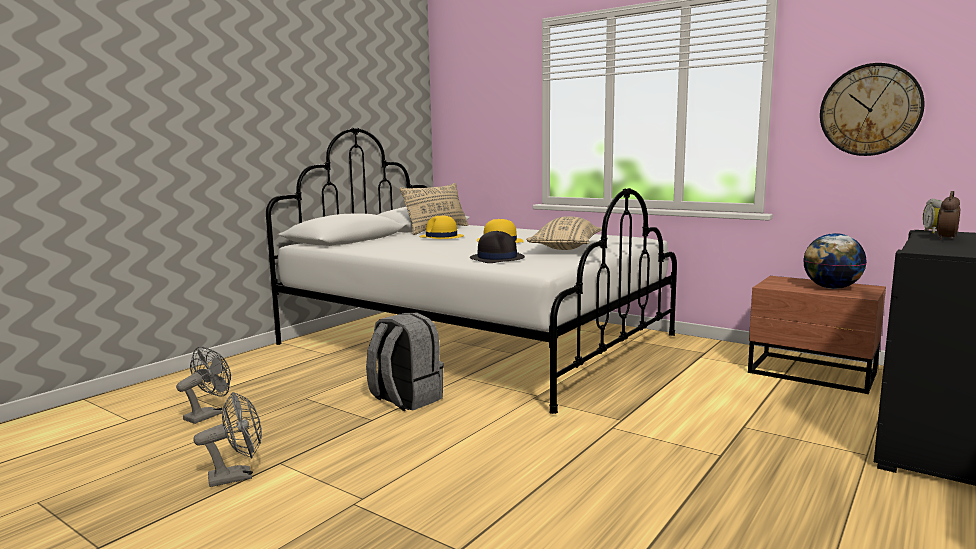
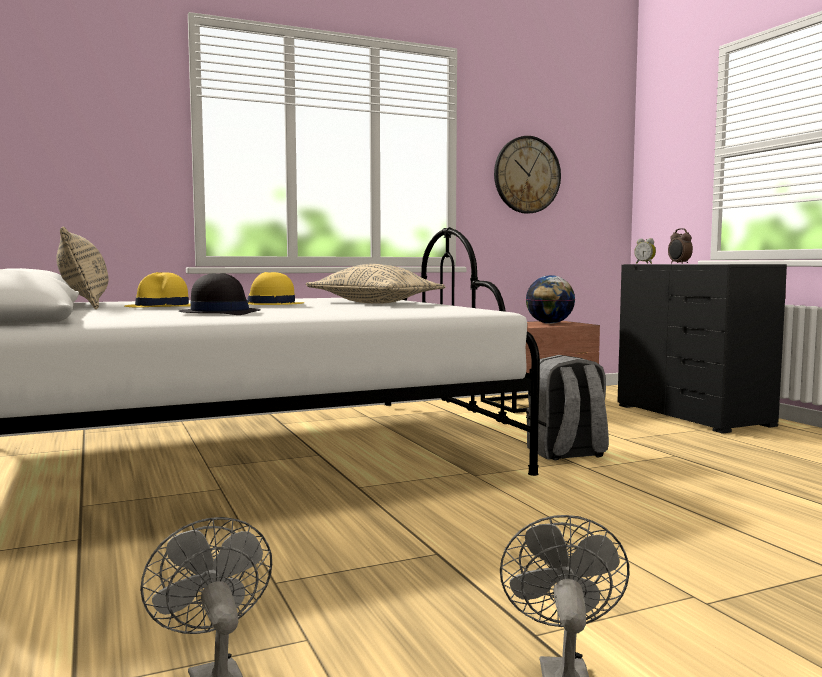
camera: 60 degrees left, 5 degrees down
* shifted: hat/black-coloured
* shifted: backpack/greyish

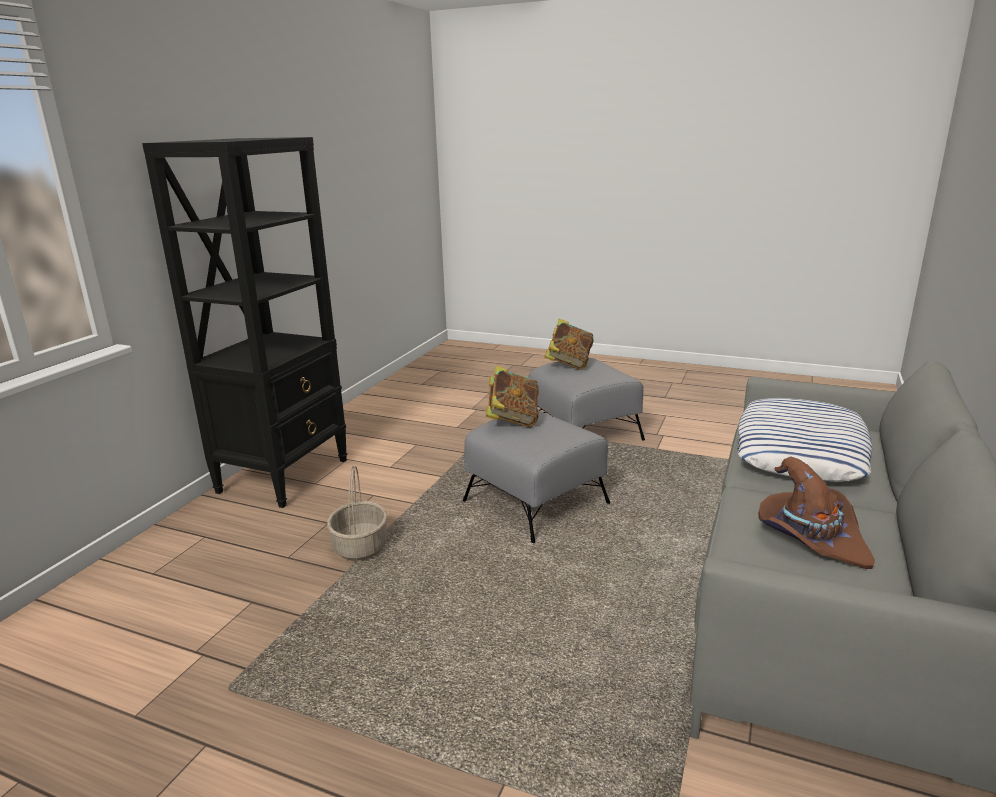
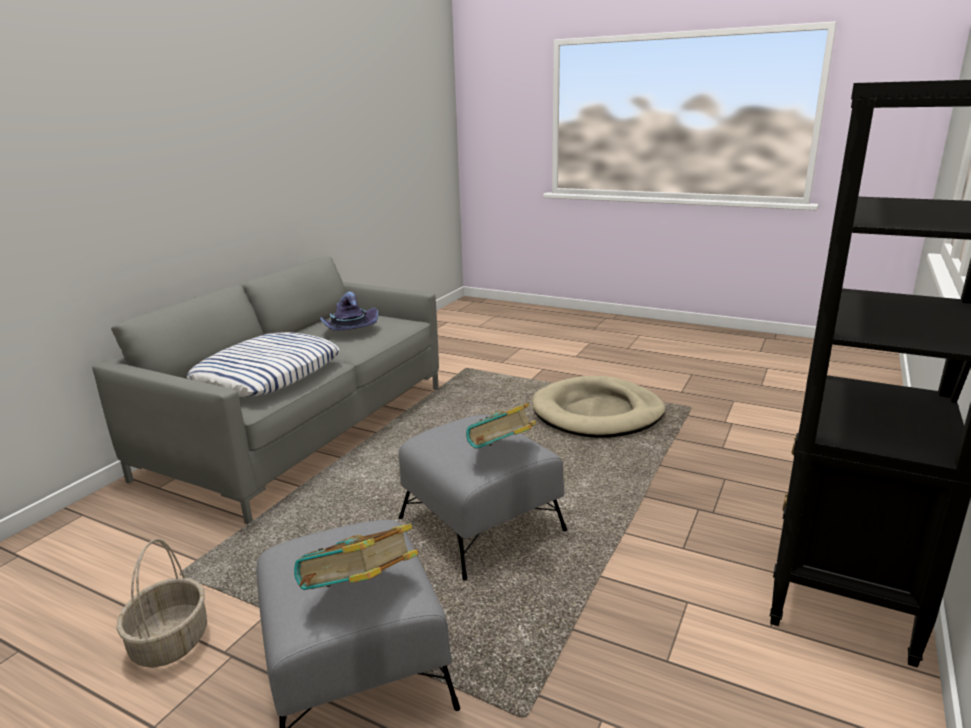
camera: 175 degrees left, 0 degrees up
* repainted: hat/brown-coloured to hat/purple
* shifted: household basket
* new: dog cushion/sand-coloured

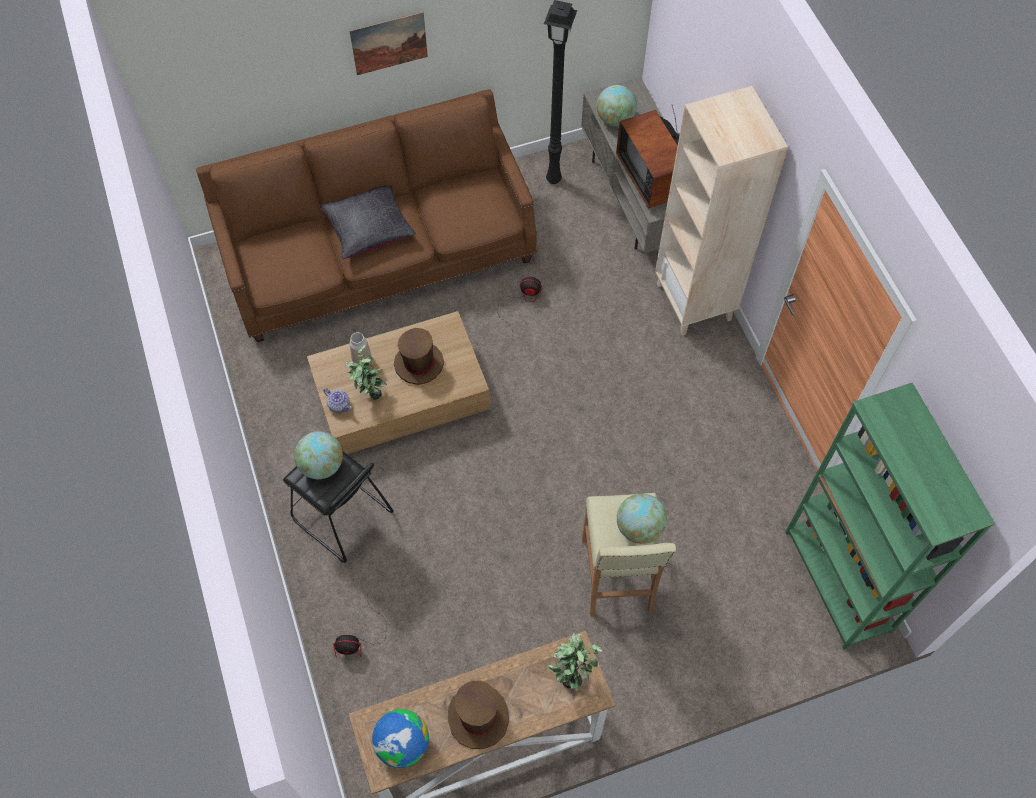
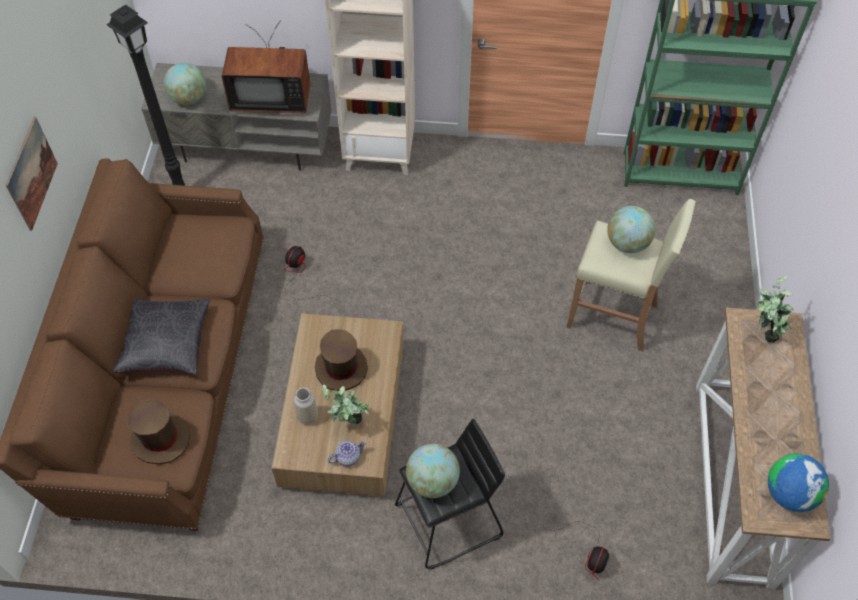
camera: 65 degrees left, 5 degrees down
* shifted: hat/brown-coloured (no. 2 from left in the first image) to hat/brown-coloured (no. 1 from left)

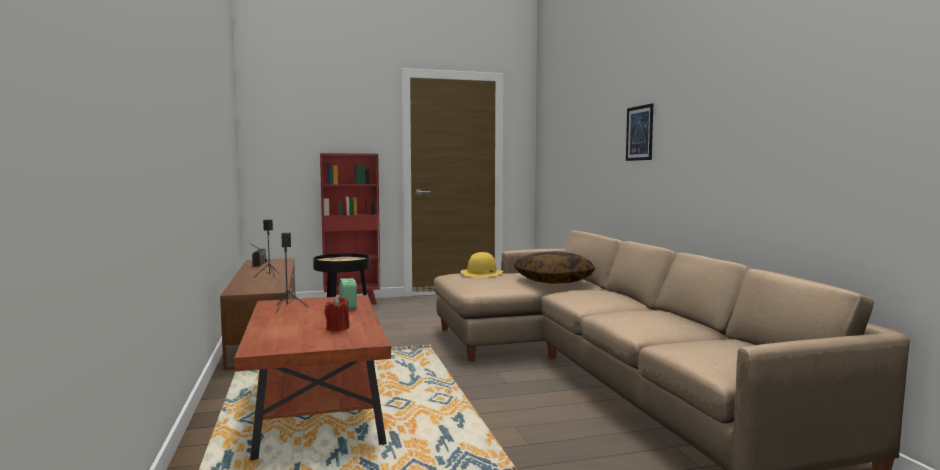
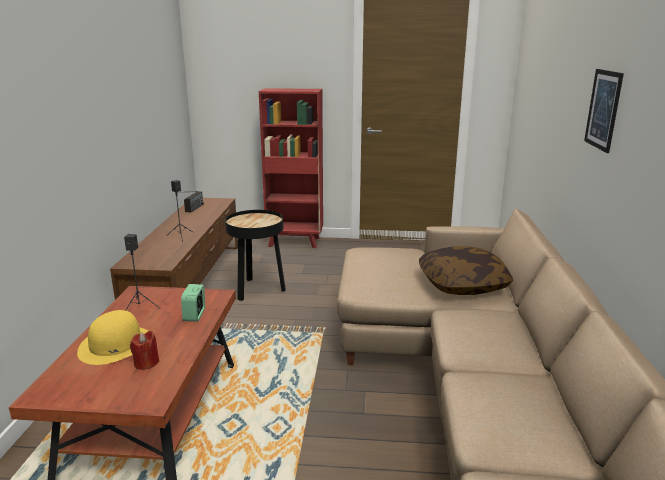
camera: 20 degrees right, 15 degrees up
* shifted: hat/yellowish

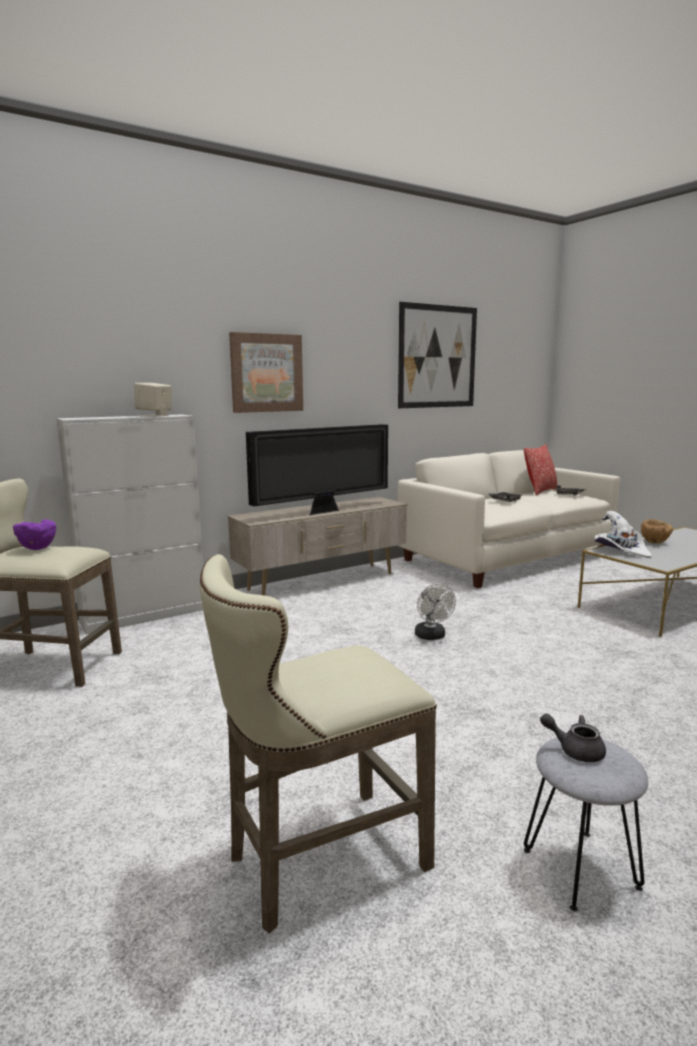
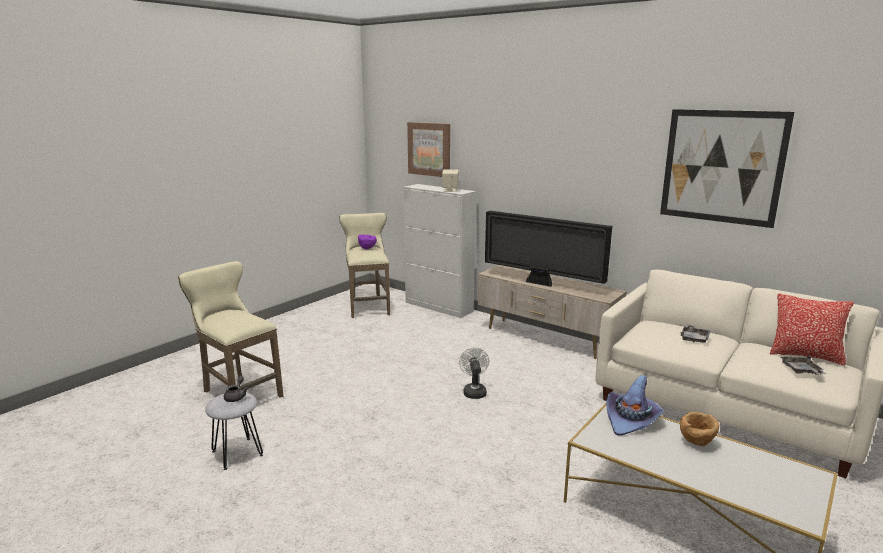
camera: 70 degrees right, 5 degrees up
* shifted: wall art (no. 1 from left)
* repainted: hat/white-coloured to hat/purple
* rotated: electric fan/white-coloured 120 degrees clockwise

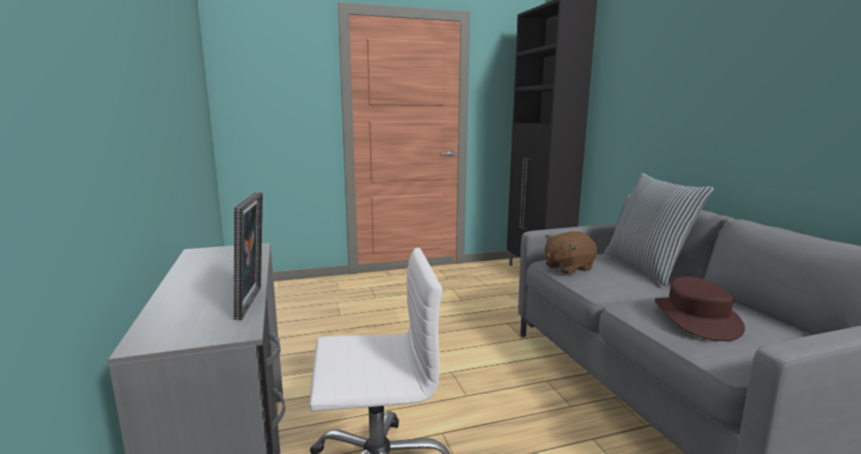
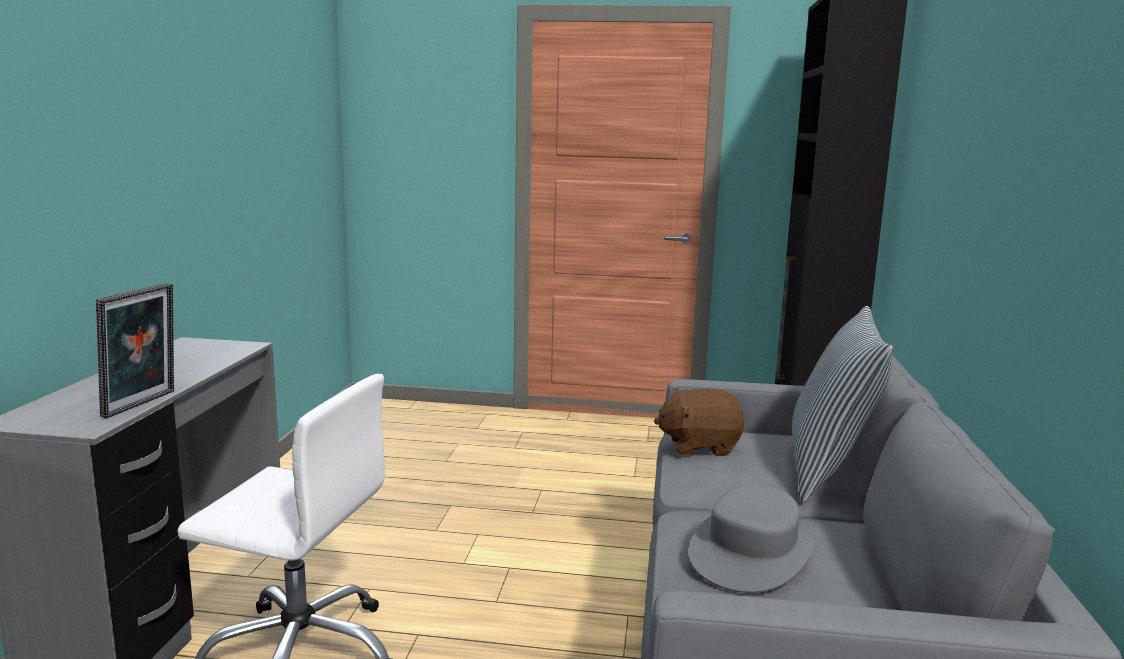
camera: 25 degrees right, 0 degrees up
* repainted: hat/brown-coloured to hat/greyish

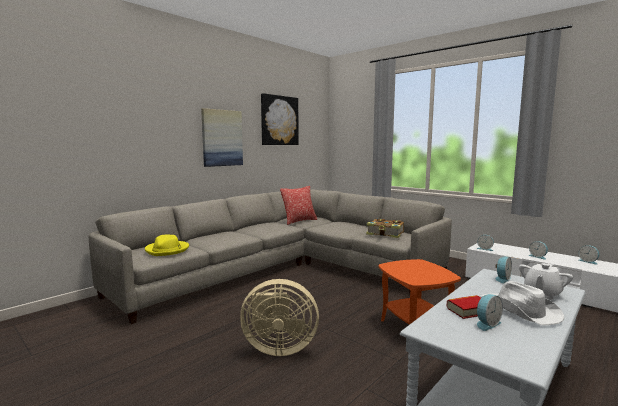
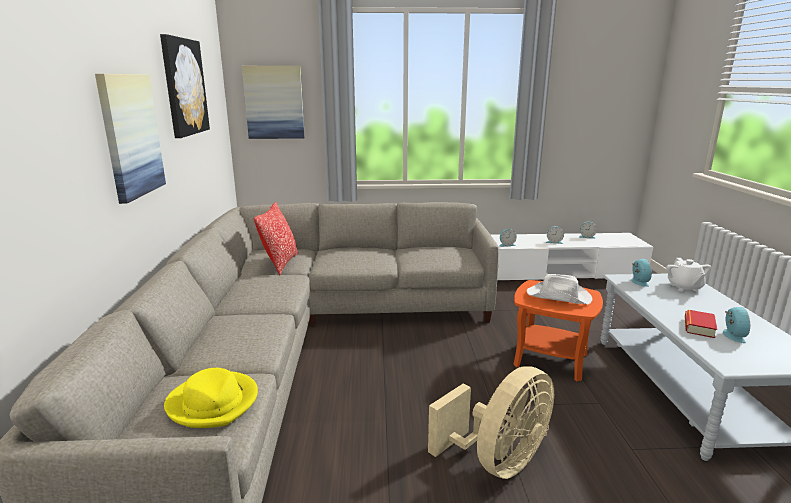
camera: 45 degrees left, 10 degrees up
* gone: bound book (no. 1 from left)
* shifted: hat/white-coloured
* new: wall art (no. 3 from left)

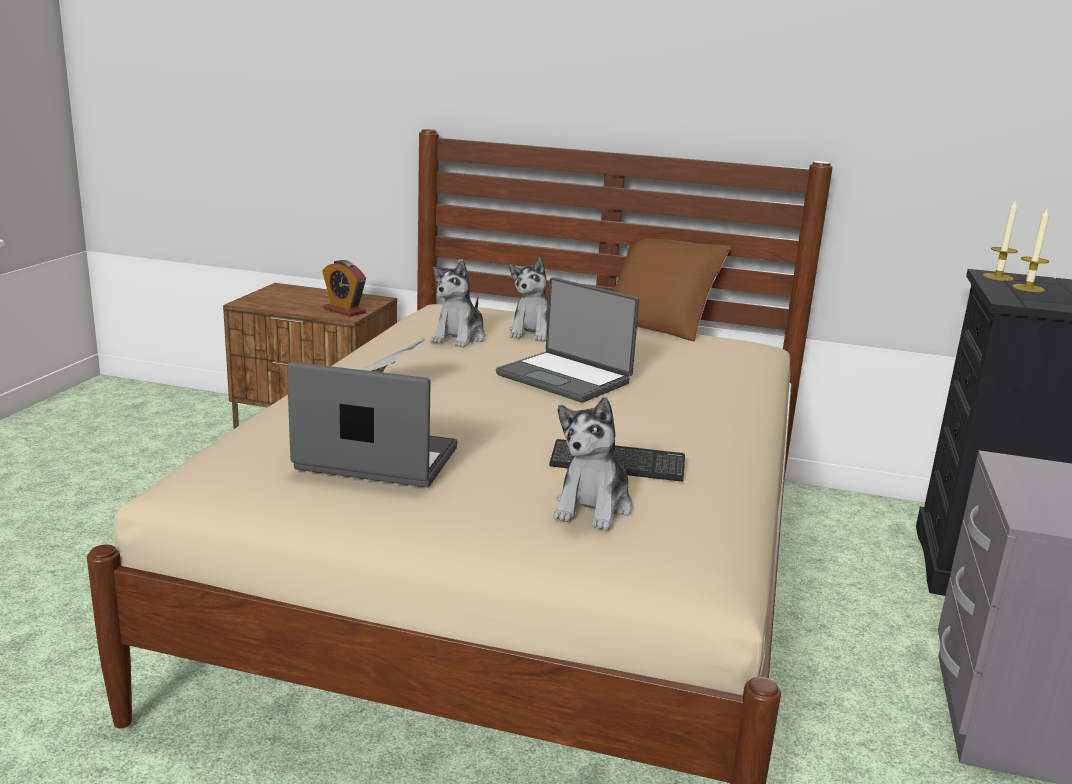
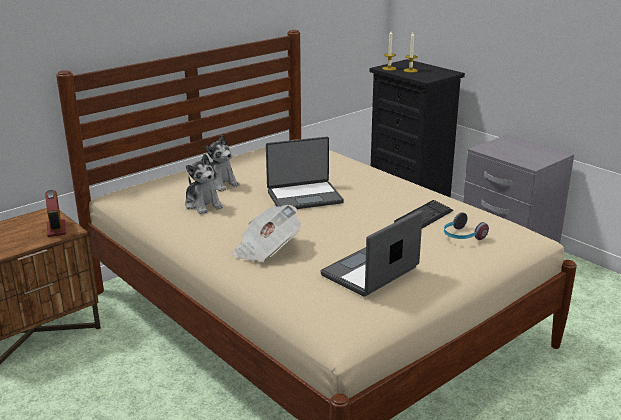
camera: 55 degrees left, 5 degrees up
* gone: cushion/brown-coloured
* rotated: table clock 90 degrees counterclockwise
* swapped: soft toy (no. 3 from left) to headphones

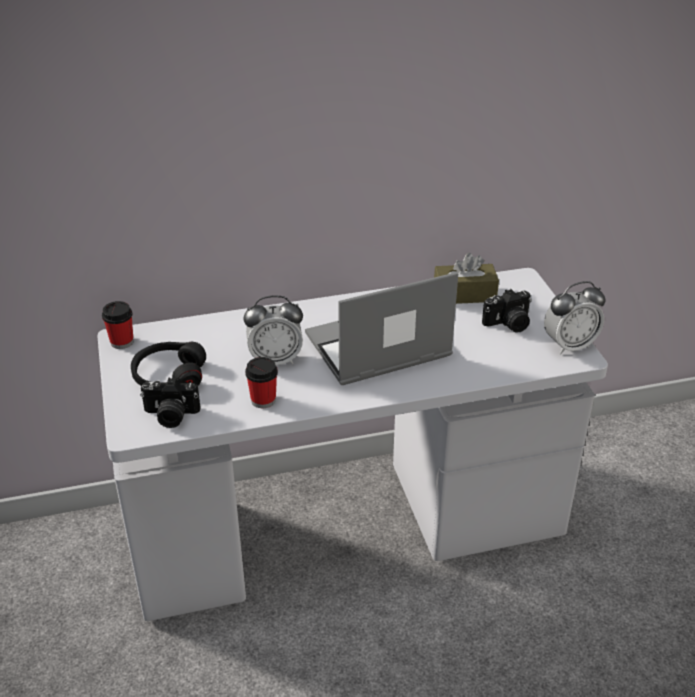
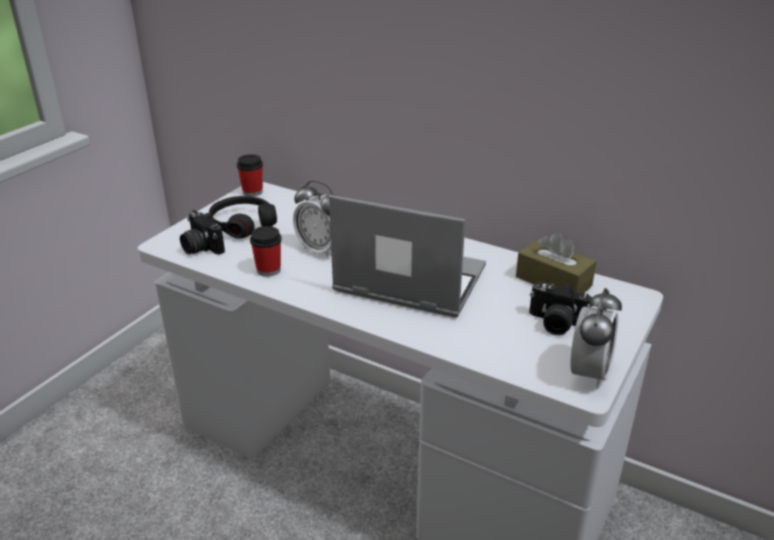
camera: 45 degrees right, 5 degrees down
* rotated: table clock (no. 2 from left) 90 degrees counterclockwise

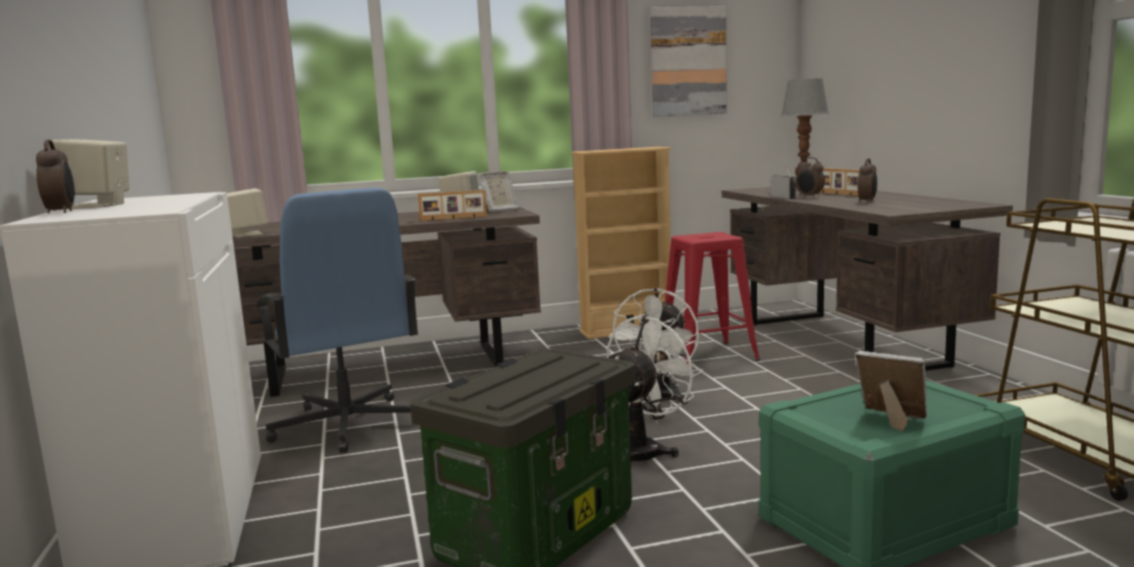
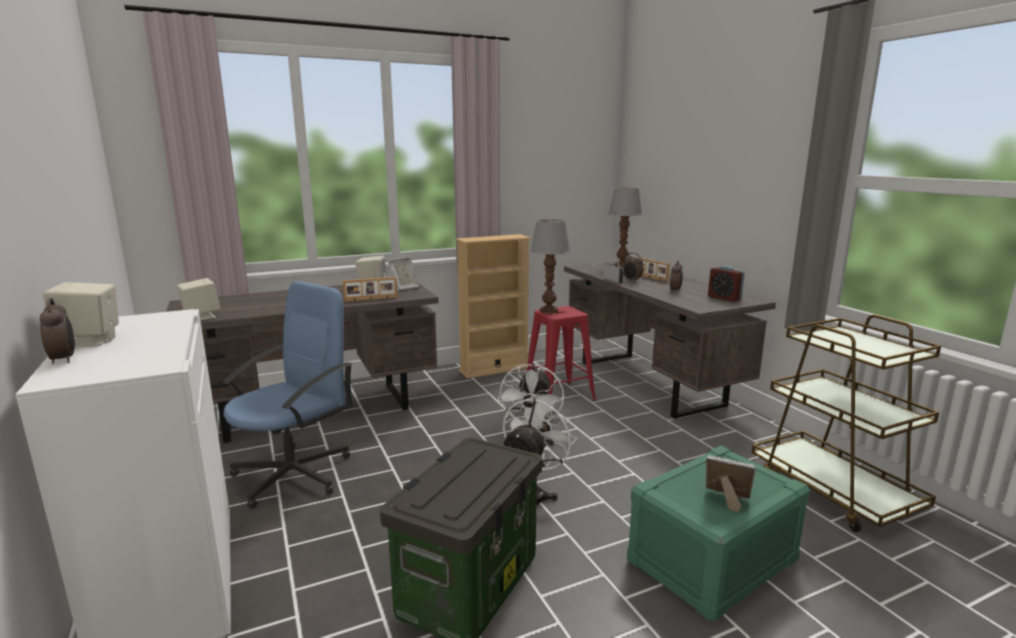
camera: 10 degrees left, 5 degrees up
* gone: wall art
* rotated: computer chair/bluish 105 degrees counterclockwise
* new: tabletop lamp (no. 1 from left)
* new: table clock (no. 4 from left)

